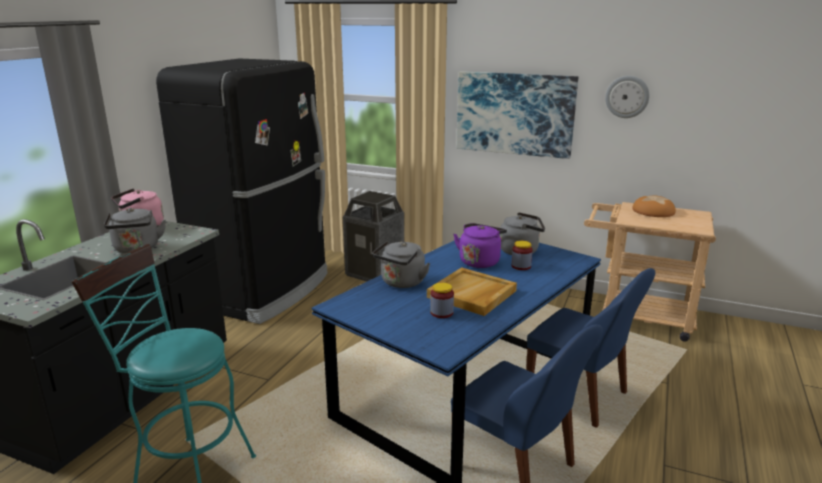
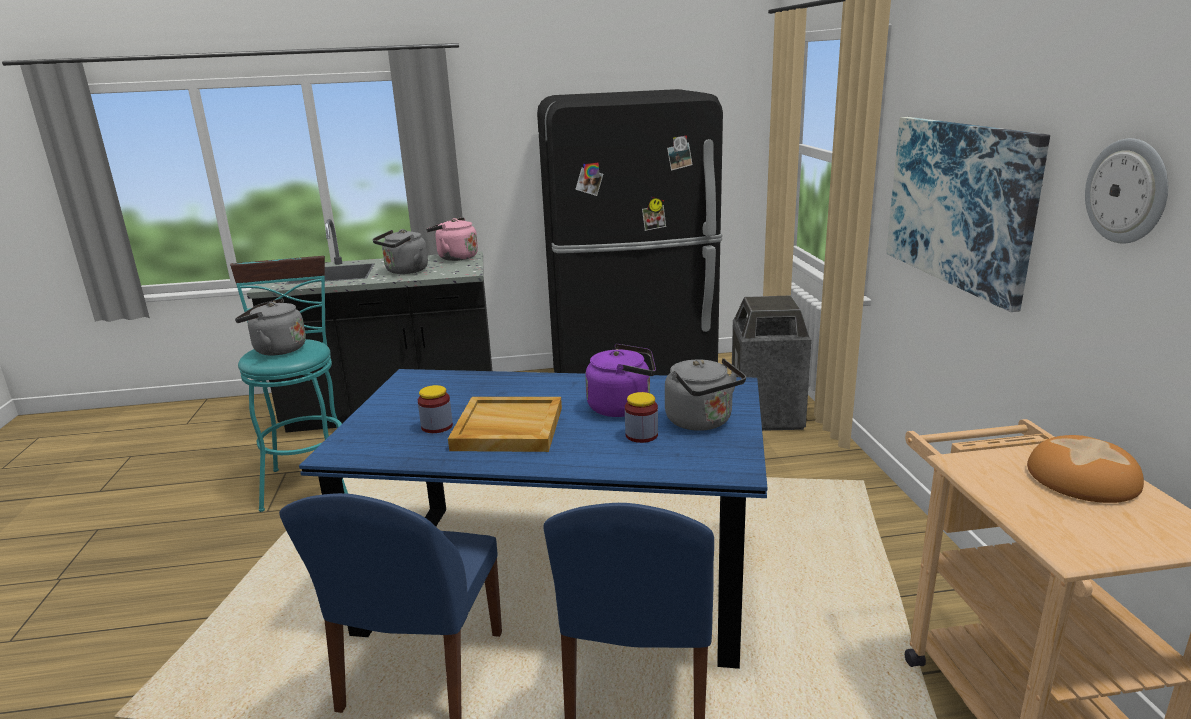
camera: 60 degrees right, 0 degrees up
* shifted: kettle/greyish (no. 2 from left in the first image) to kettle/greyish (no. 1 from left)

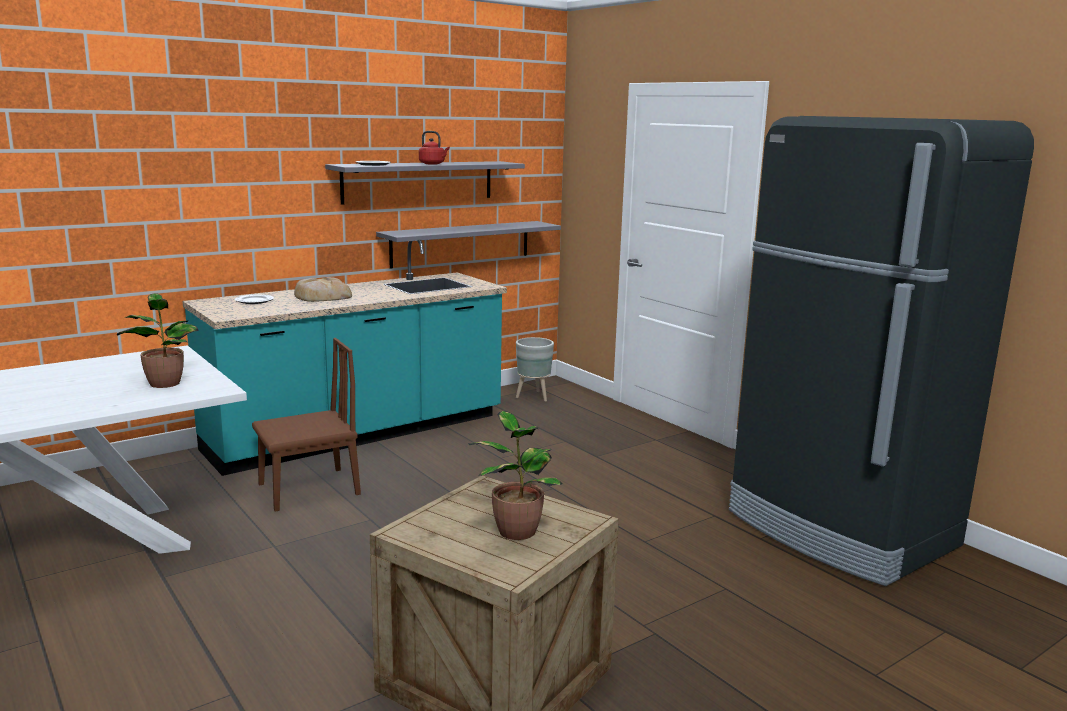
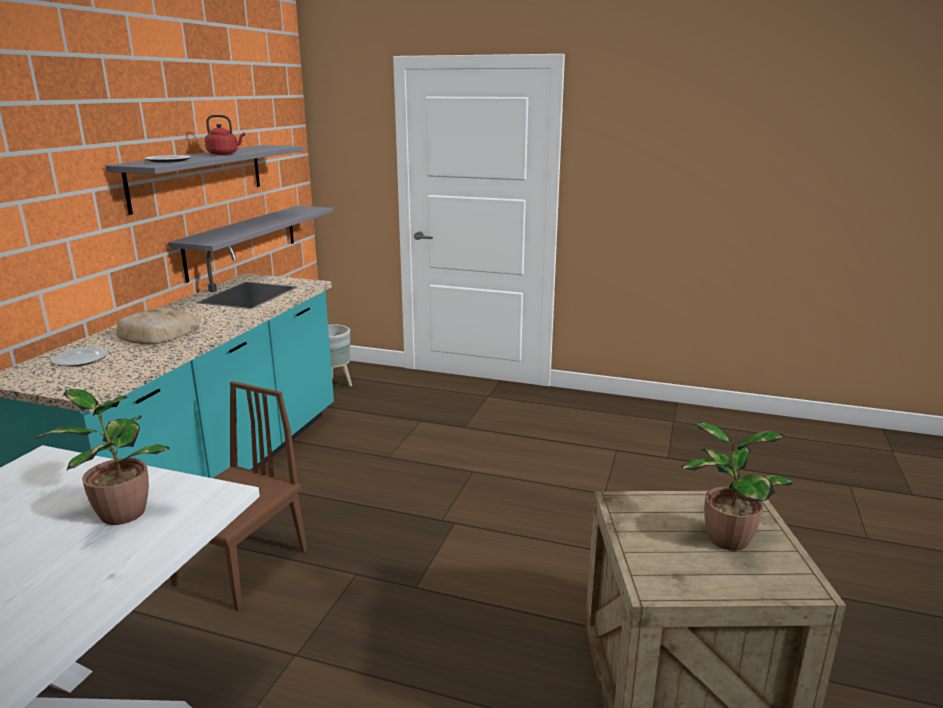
camera: 35 degrees left, 5 degrees up
* gone: fridge/black-coloured

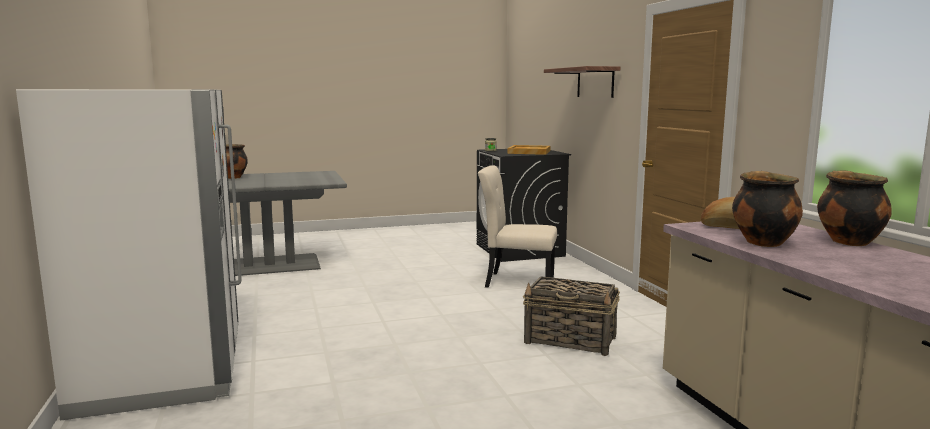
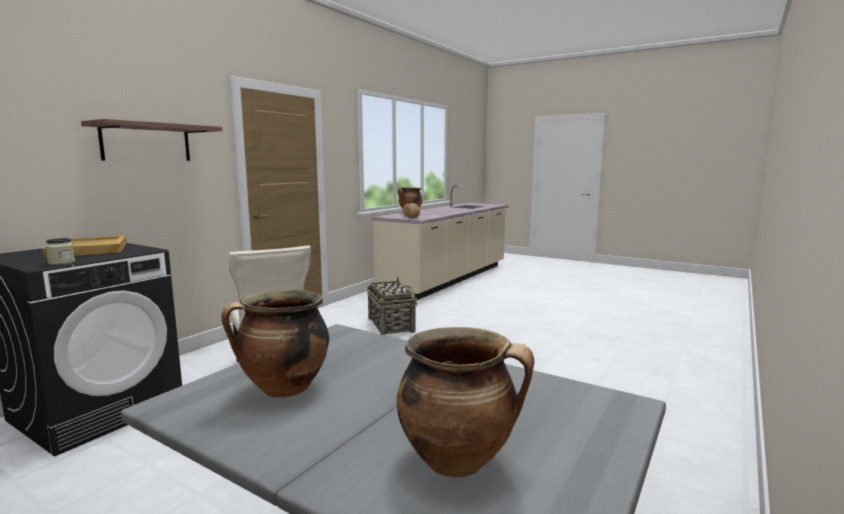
camera: 130 degrees left, 0 degrees up
* gone: fridge/white-coloured
* shifted: saucepot (no. 2 from left in the first image) to saucepot (no. 1 from left)

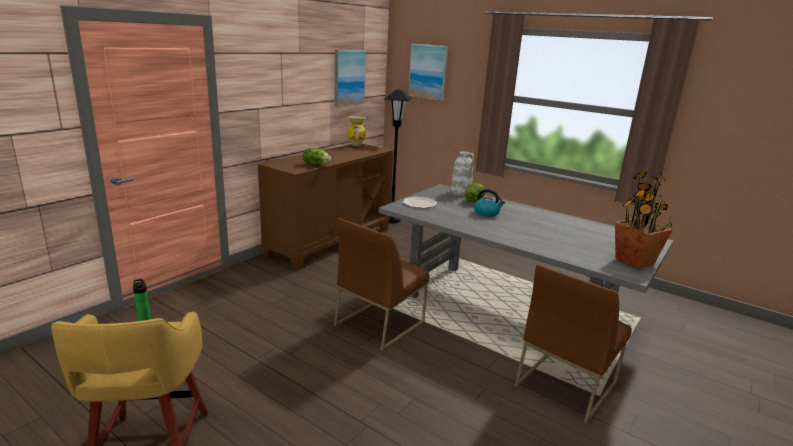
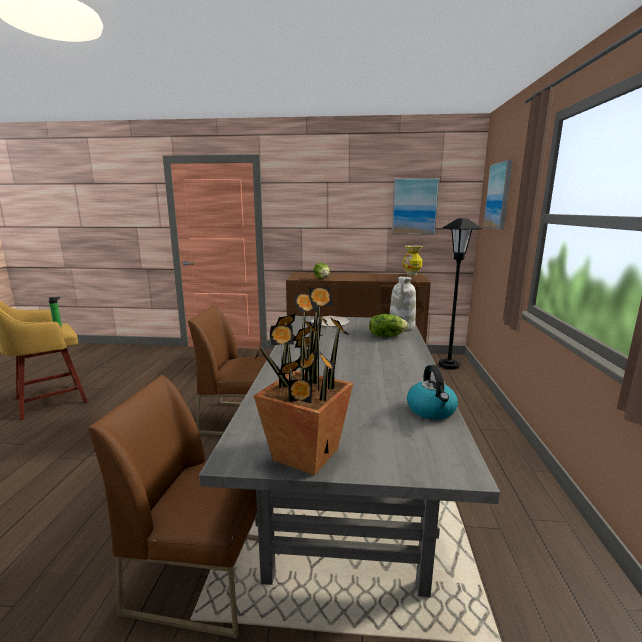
camera: 60 degrees right, 5 degrees down
* shifted: kettle

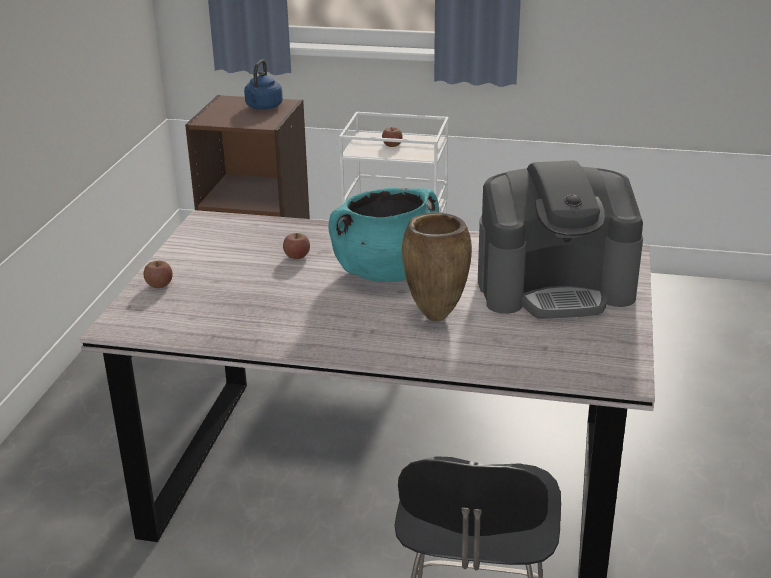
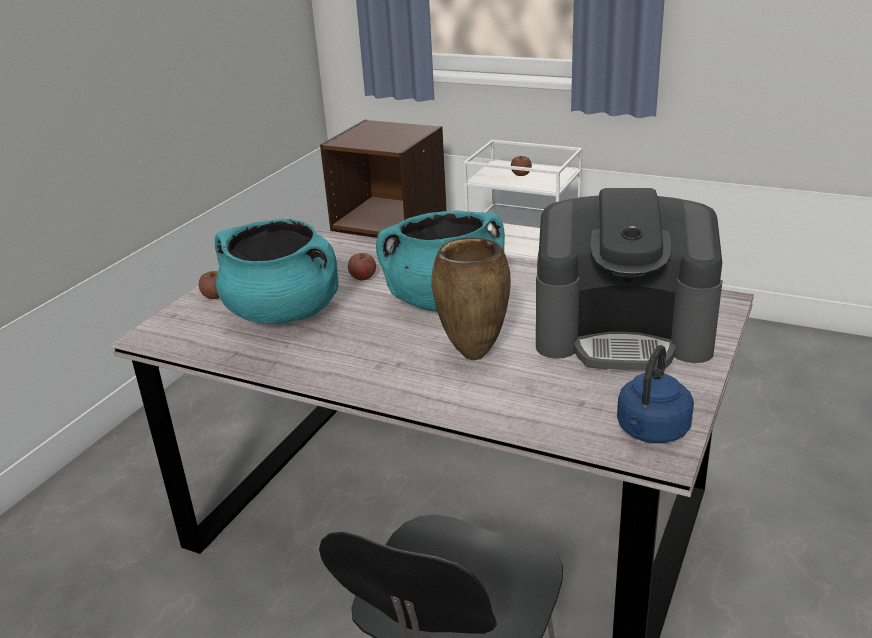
camera: 15 degrees right, 0 degrees up
* shifted: kettle/bluish
* new: saucepot/turquoise-coloured (no. 1 from left)

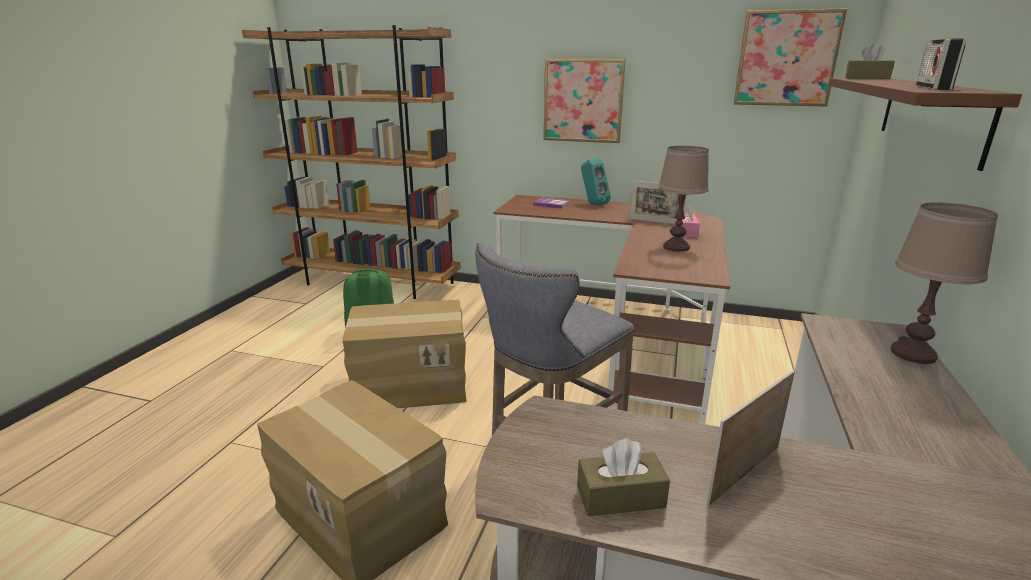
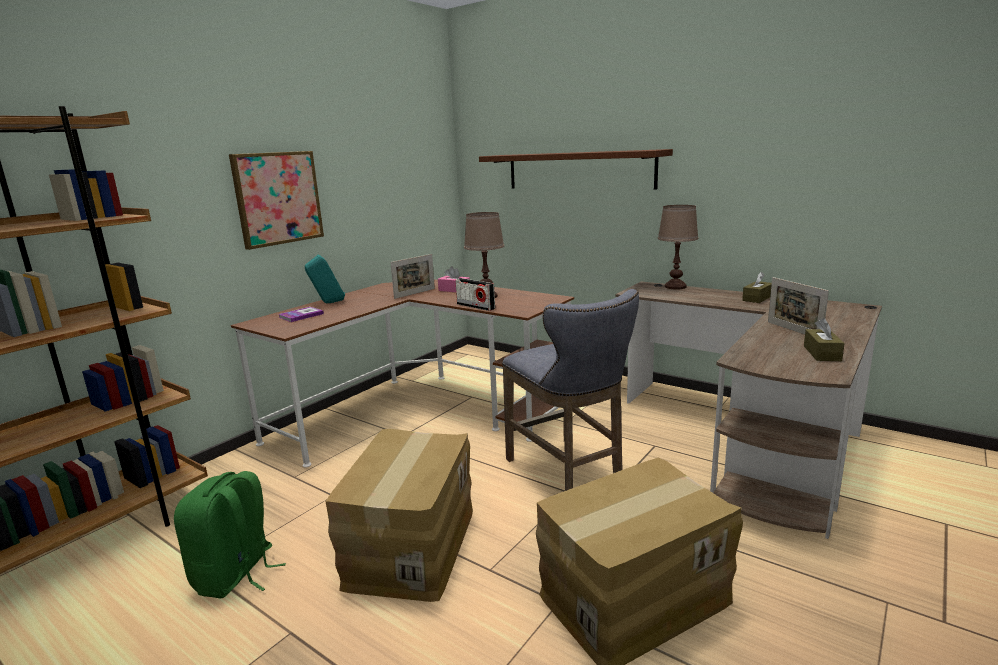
camera: 70 degrees left, 5 degrees down
* gone: wall art (no. 2 from left)
* shifted: radio
* shifted: tissue holder/brown-coloured (no. 2 from left in the first image) to tissue holder/brown-coloured (no. 1 from left)

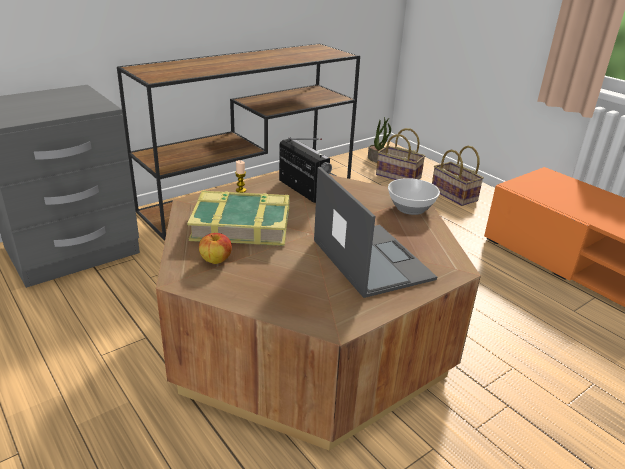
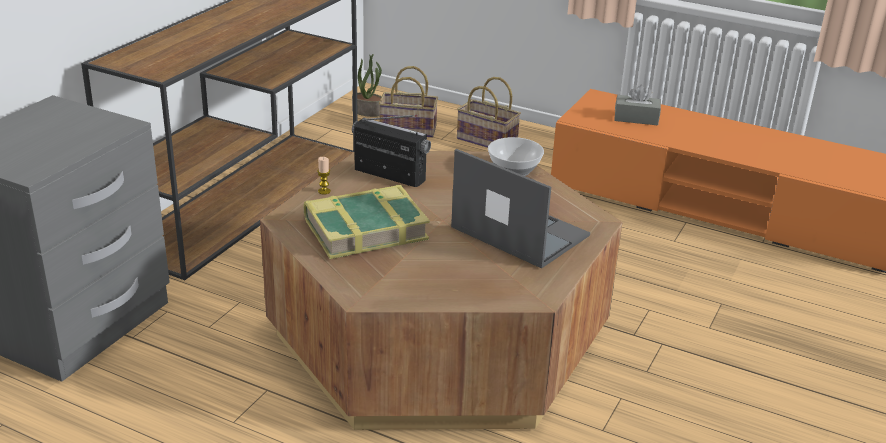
camera: 25 degrees left, 0 degrees up
* gone: apple
* new: tissue holder/greyish

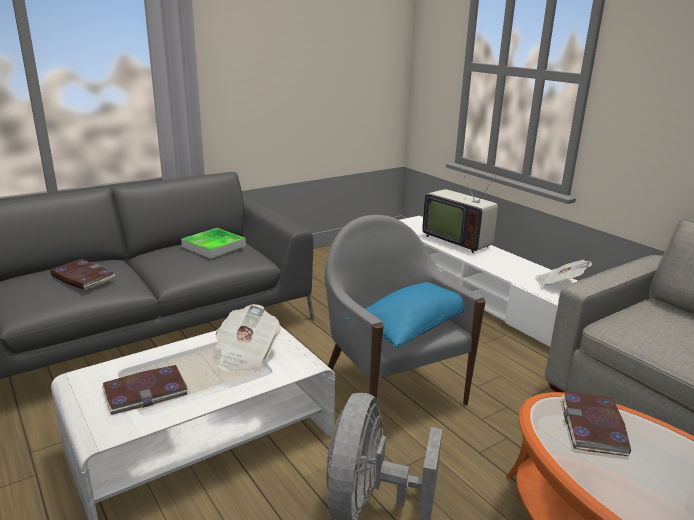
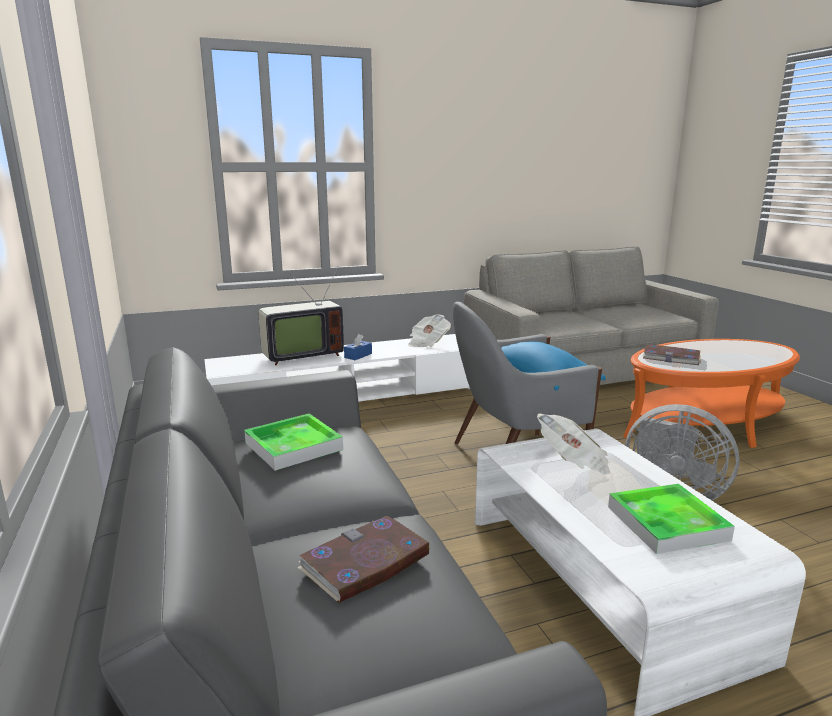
camera: 75 degrees left, 5 degrees down
* swapped: bound book (no. 2 from left) to carrying tray (no. 2 from left)
* new: tissue holder/bluish

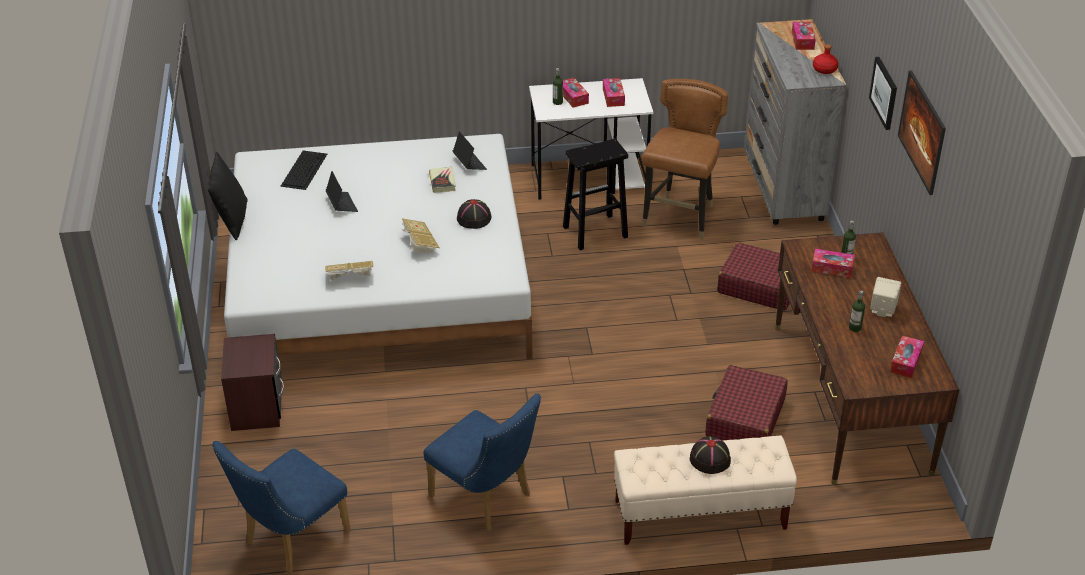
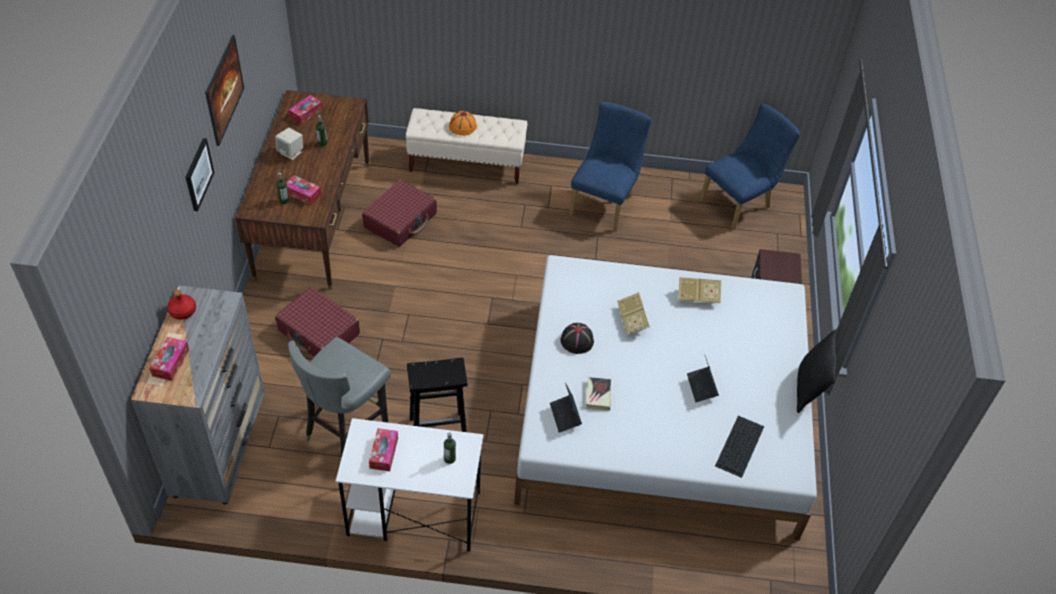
camera: 170 degrees left, 10 degrees up
* gone: tissue holder (no. 1 from left)
* repainted: plain chair/brown-coloured to plain chair/greyish
* rotated: plain chair/bluish (no. 2 from left in the first image) 60 degrees clockwise
* repainted: hat/black-coloured (no. 2 from left) to hat/orange

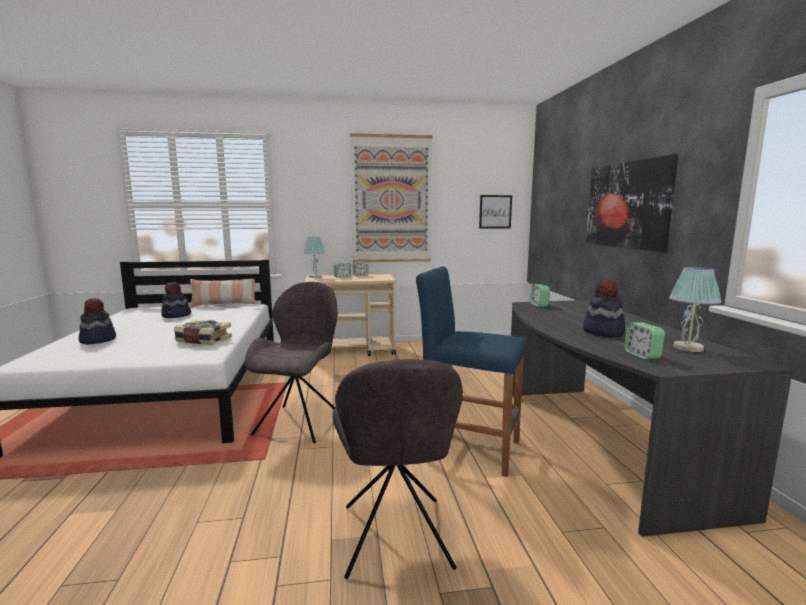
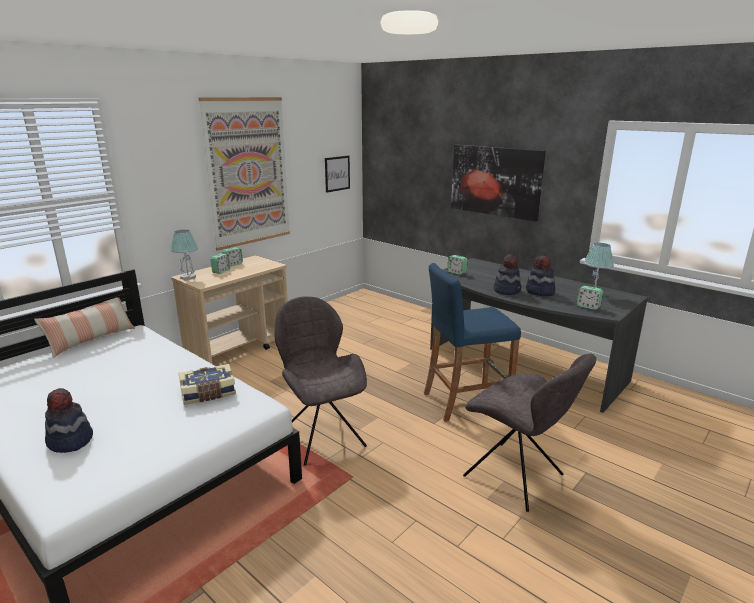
camera: 40 degrees left, 10 degrees up
* shifted: hat (no. 2 from left)

